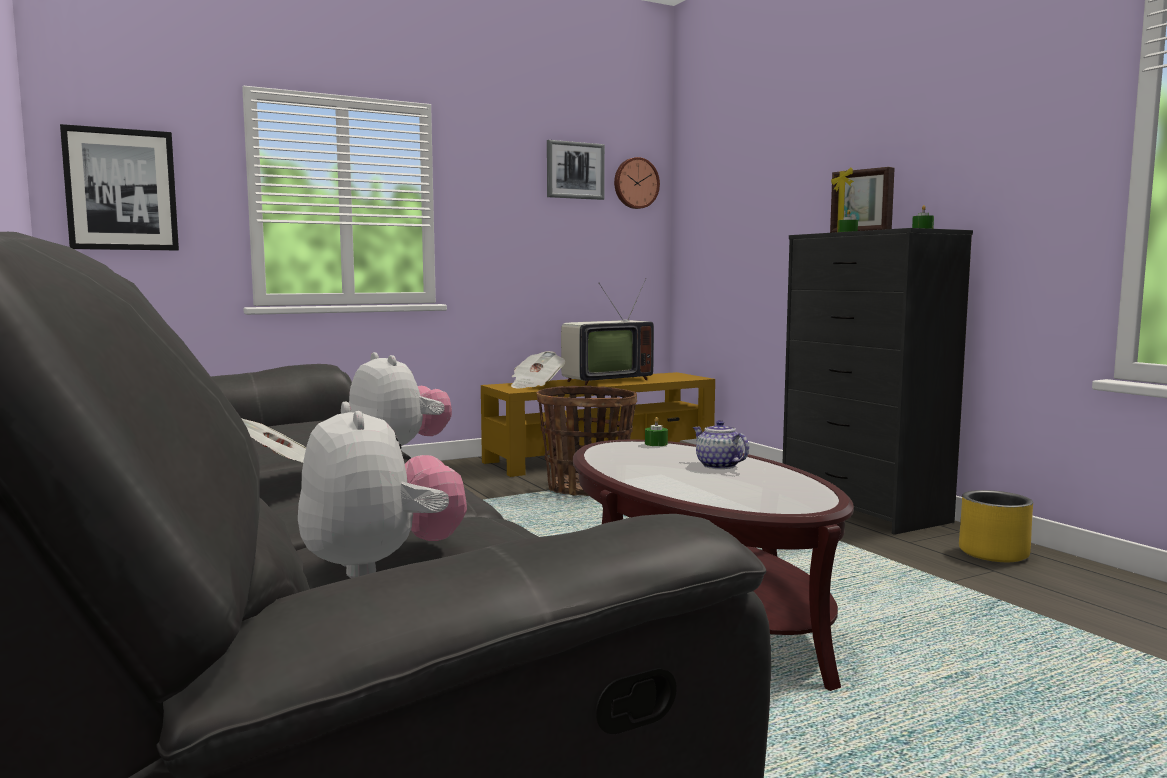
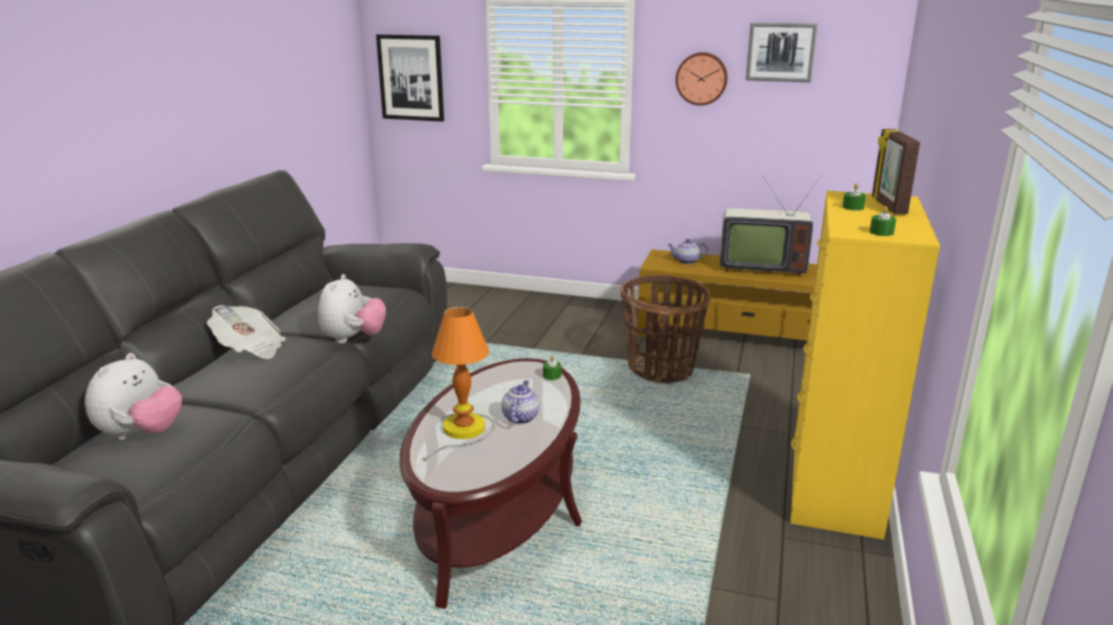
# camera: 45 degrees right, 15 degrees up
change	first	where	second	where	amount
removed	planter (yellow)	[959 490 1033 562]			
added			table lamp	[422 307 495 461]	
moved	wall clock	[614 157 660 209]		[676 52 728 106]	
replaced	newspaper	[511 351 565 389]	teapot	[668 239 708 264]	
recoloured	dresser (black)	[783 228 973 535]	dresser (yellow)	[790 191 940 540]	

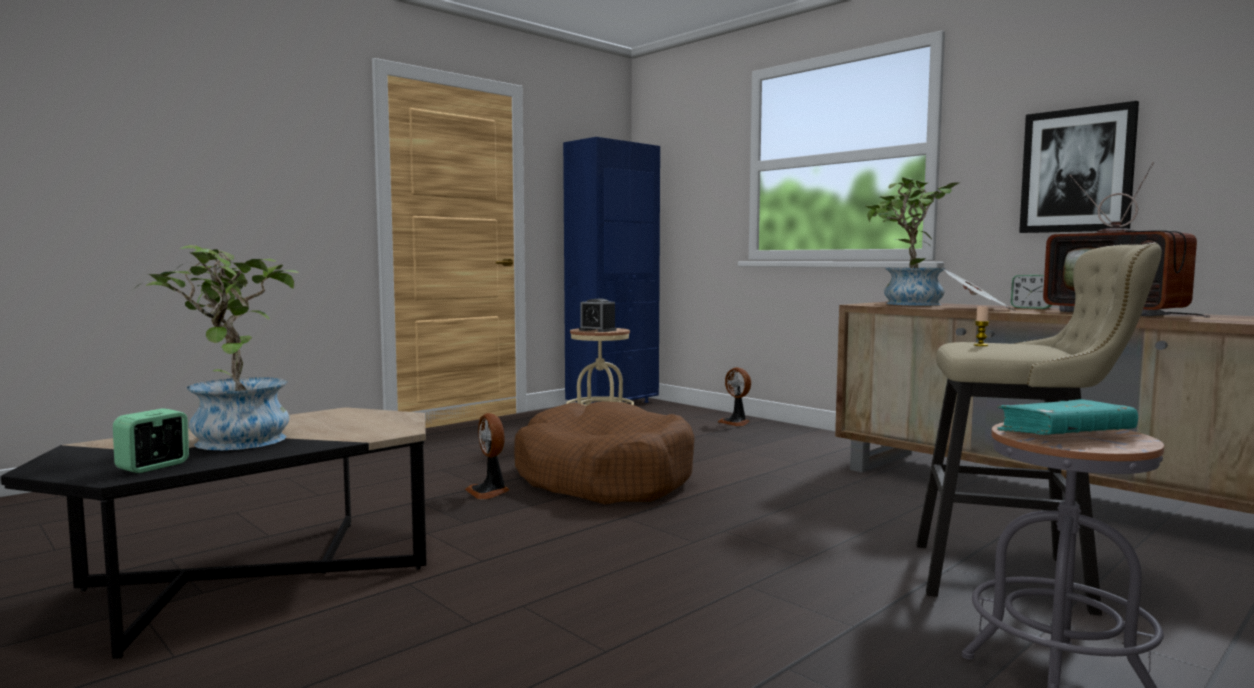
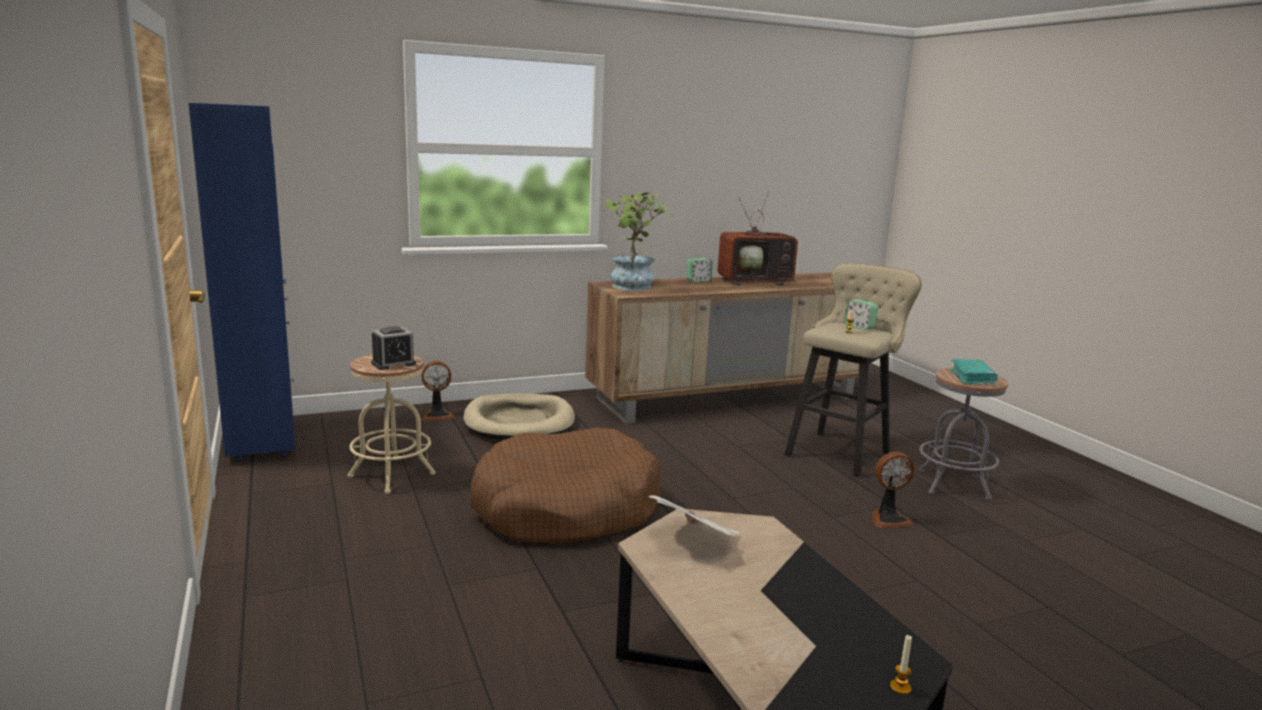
# camera: 70 degrees left, 10 degrees up
change	first	where	second	where	amount
removed	potted plant	[133 245 299 450]			
removed	picture	[1019 101 1139 233]			
added			dog bed (beige)	[463 393 575 439]	
added			candle	[890 635 912 694]	
moved	alarm clock	[113 408 189 473]		[844 299 878 330]	
moved	fan	[465 413 509 499]		[873 452 914 528]	
moved	newspaper	[939 268 1016 311]		[649 495 740 537]	

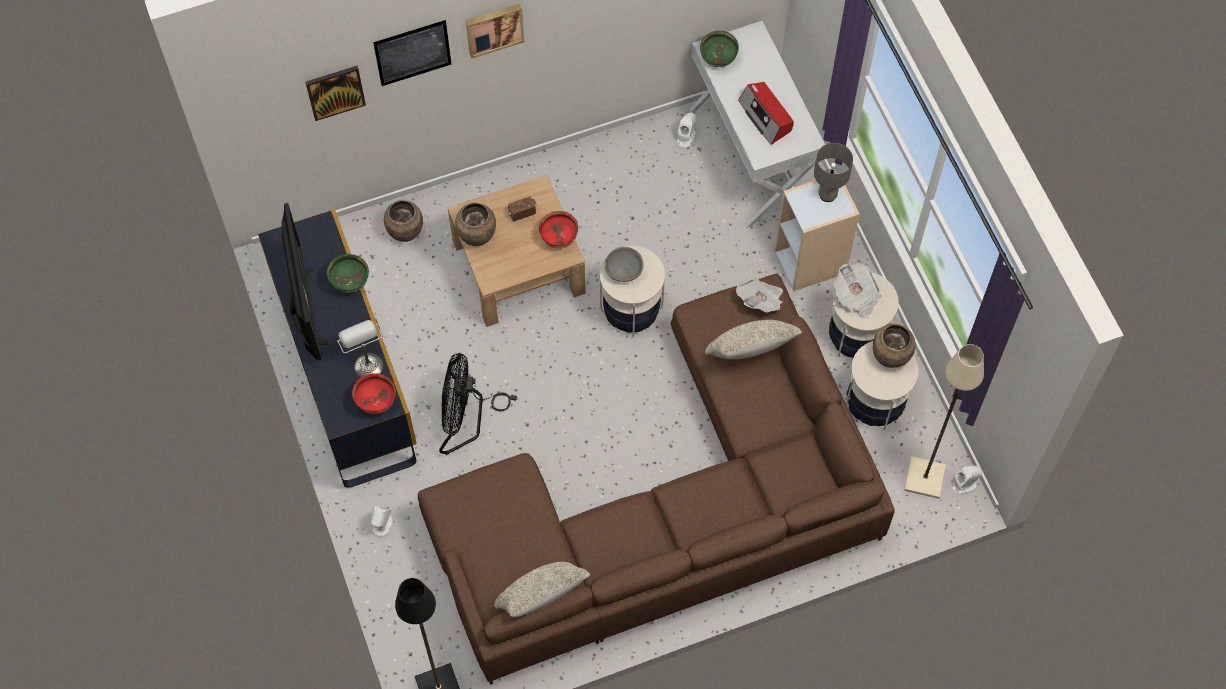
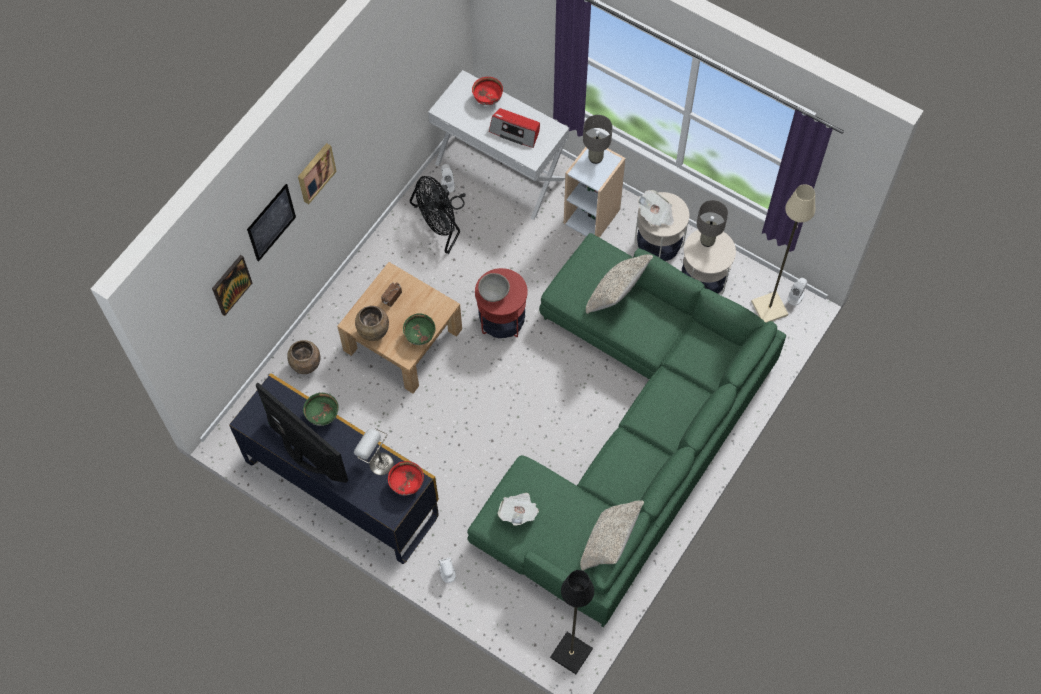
# camera: 35 degrees left, 0 degrees up
change	first	where	second	where	amount
moved	fan (black)	[439 353 518 455]		[410 176 465 254]	
moved	bowl (red)	[539 211 578 248]		[472 77 503 105]	
moved	bowl (green)	[700 31 739 67]		[403 313 435 345]	
moved	newspaper	[736 278 783 313]		[497 493 539 525]	
replaced	vase (brown)	[873 324 915 368]	table lamp (grey)	[697 200 728 247]	
recoloured	sofa (brown)	[418 274 895 685]	sofa (green)	[467 233 786 627]	
recoloured	side table (beige)	[600 246 665 337]	side table (red)	[475 268 528 338]	

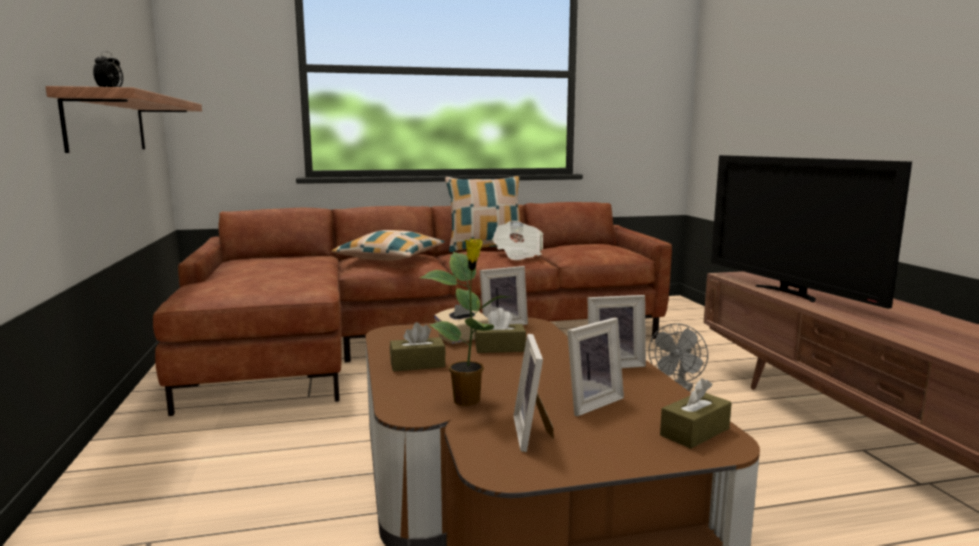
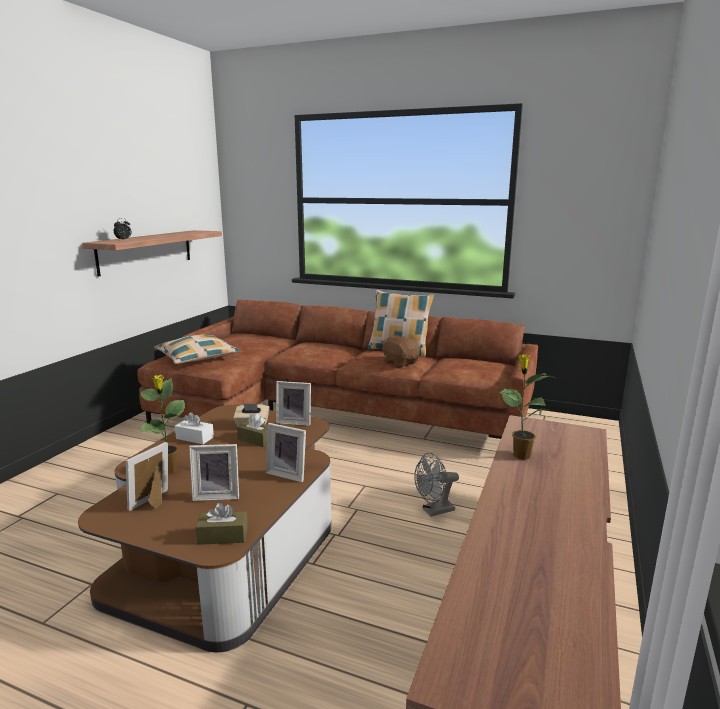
# camera: 35 degrees right, 5 degrees up
change	first	where	second	where	amount
moved	pillow	[331 230 445 260]		[154 334 240 364]	
replaced	newspaper	[492 221 543 260]	plush toy (brown)	[382 336 420 367]	
replaced	television	[711 155 912 309]	potted plant	[498 354 556 460]	
recoloured	tissue box (brown)	[390 322 446 372]	tissue box (white)	[175 412 214 444]	

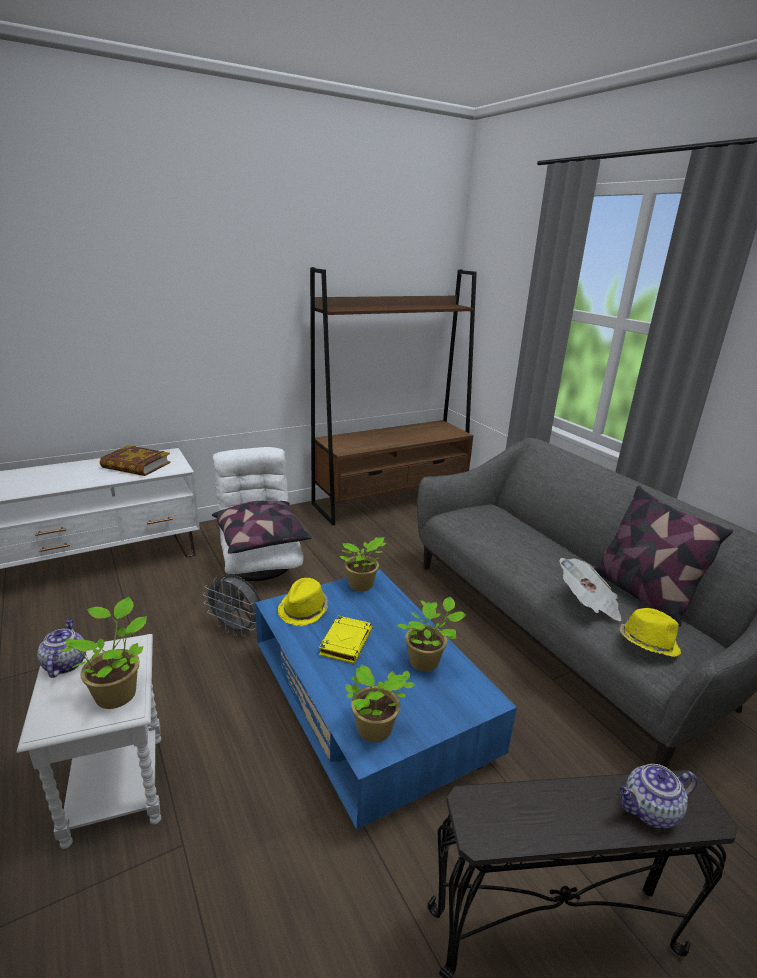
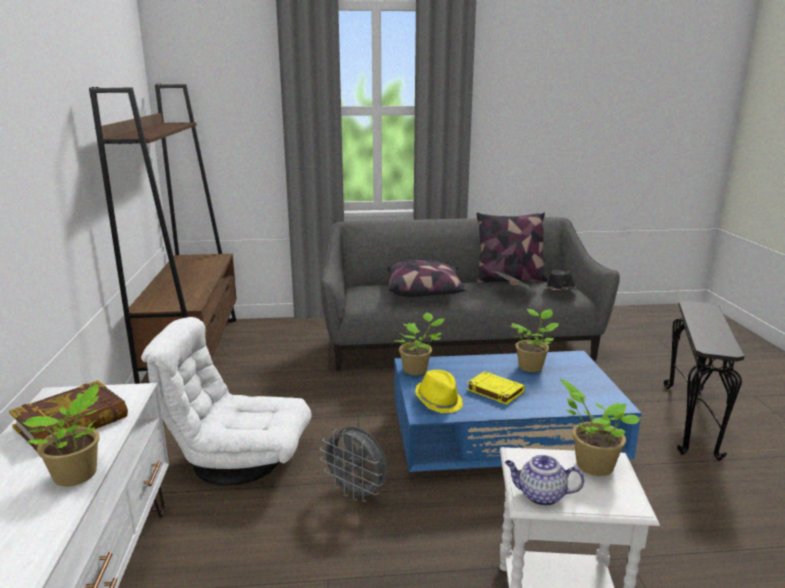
# camera: 65 degrees left, 5 degrees down
change	first	where	second	where	amount
removed	teapot	[619 764 697 829]			
moved	pillow	[212 501 312 553]		[387 260 466 297]	
moved	potted plant	[345 665 415 743]		[21 385 100 487]	
recoloured	hat (yellow)	[620 608 681 657]	hat (black)	[544 270 578 290]	
turned	fan (grey)	[203 574 261 637]		[320 427 388 502]	75 degrees clockwise

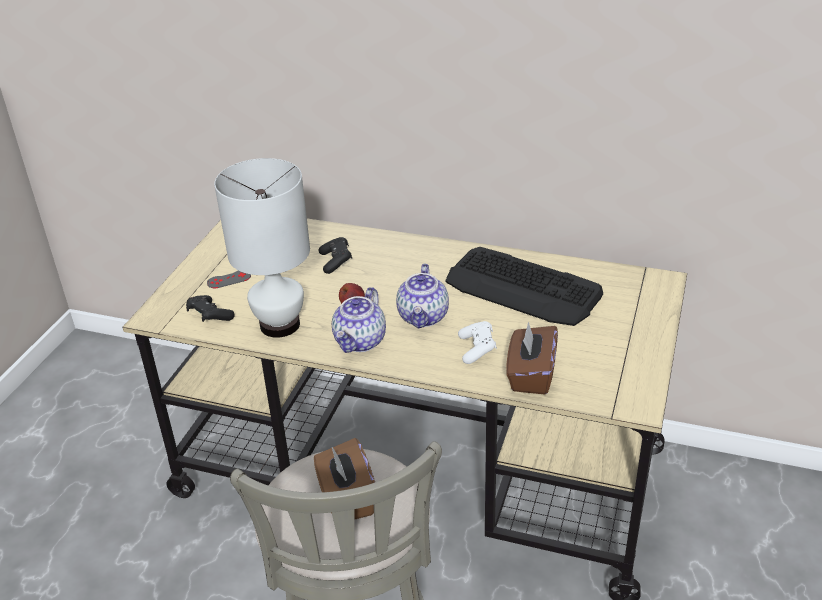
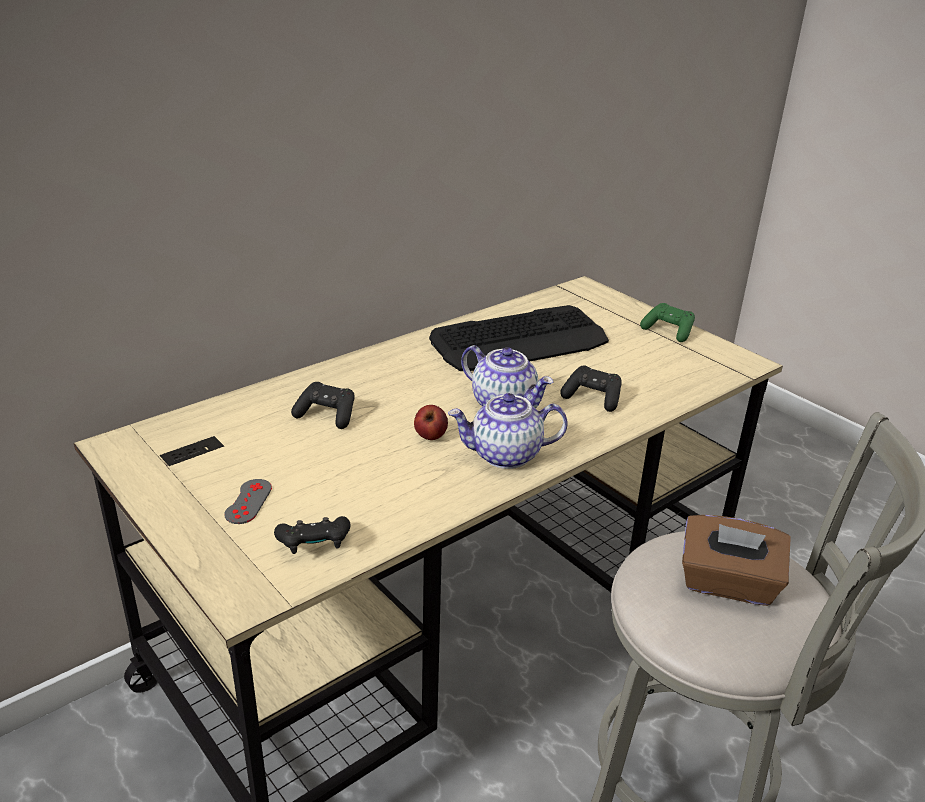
# camera: 60 degrees left, 5 degrees down
change	first	where	second	where	amount
removed	table lamp (white)	[214 158 310 338]			
removed	tissue box (brown)	[506 322 558 394]			
added			game controller (green)	[640 303 695 342]	
recoloured	game controller (white)	[458 321 497 364]	game controller (black)	[560 366 622 412]	
turned	teapot	[332 287 386 353]		[448 393 568 469]	120 degrees clockwise

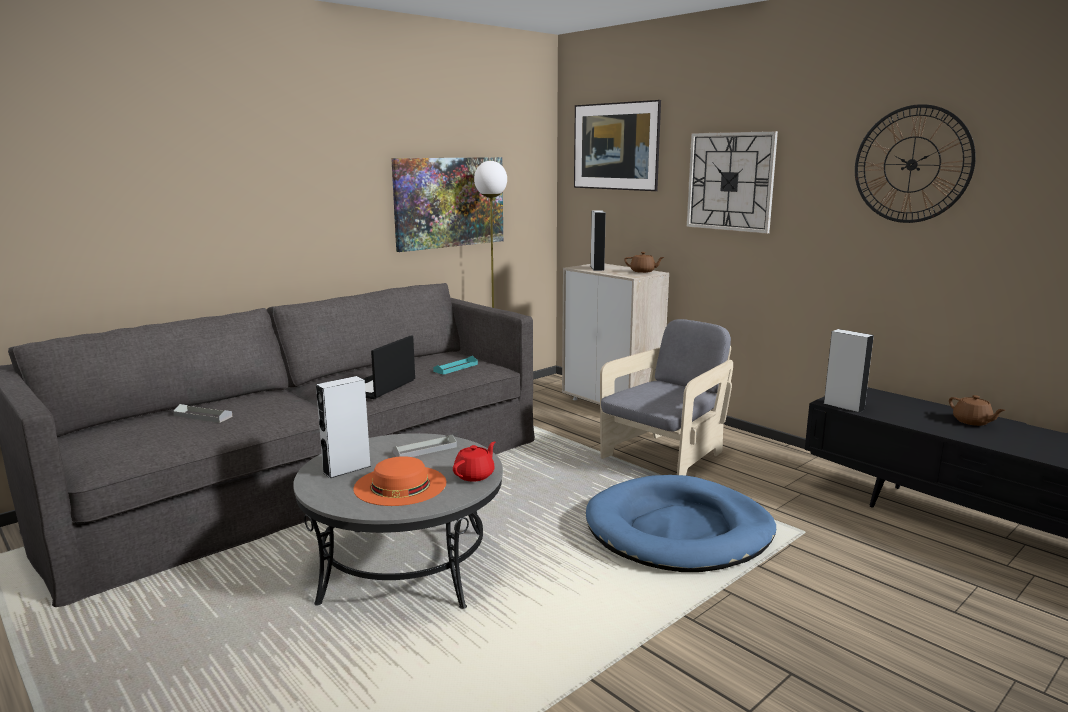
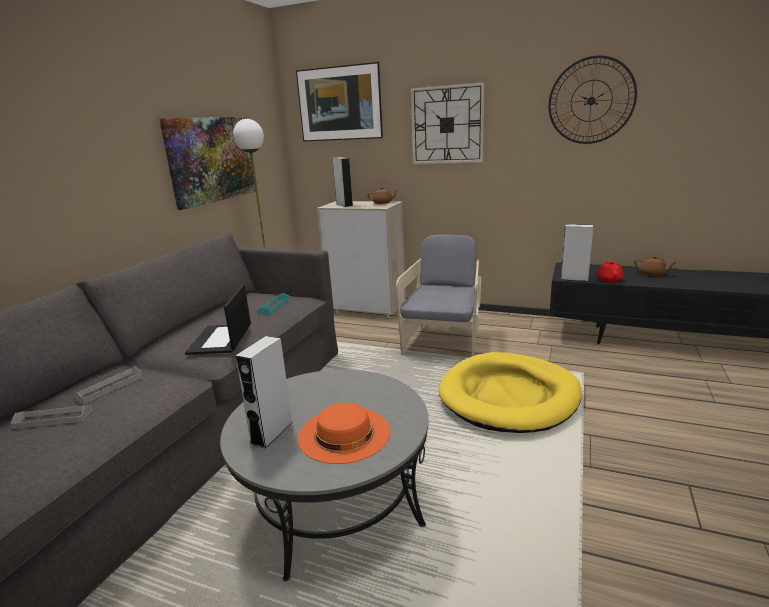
# camera: 25 degrees left, 5 degrees up
change	first	where	second	where	amount
moved	tray (grey)	[393 434 457 457]		[73 366 142 404]	
moved	teapot (red)	[453 441 495 482]		[597 260 624 282]	
recoloured	dog bed (blue)	[586 475 776 572]	dog bed (yellow)	[439 352 582 433]	

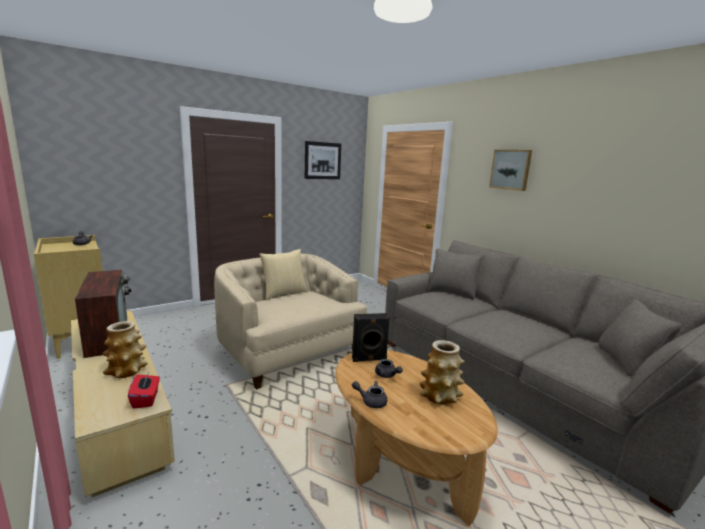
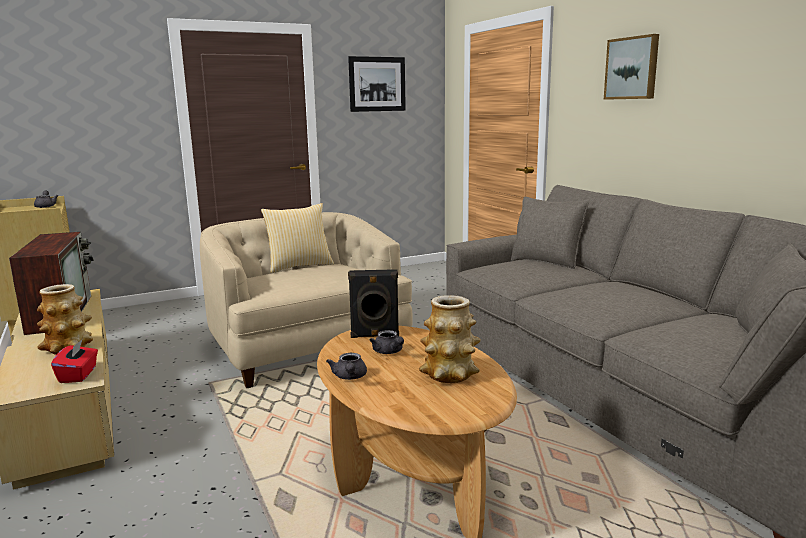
# camera: 10 degrees right, 0 degrees up
change	first	where	second	where	amount
turned	teapot (grey)	[352 381 387 408]		[326 353 367 380]	120 degrees counterclockwise

